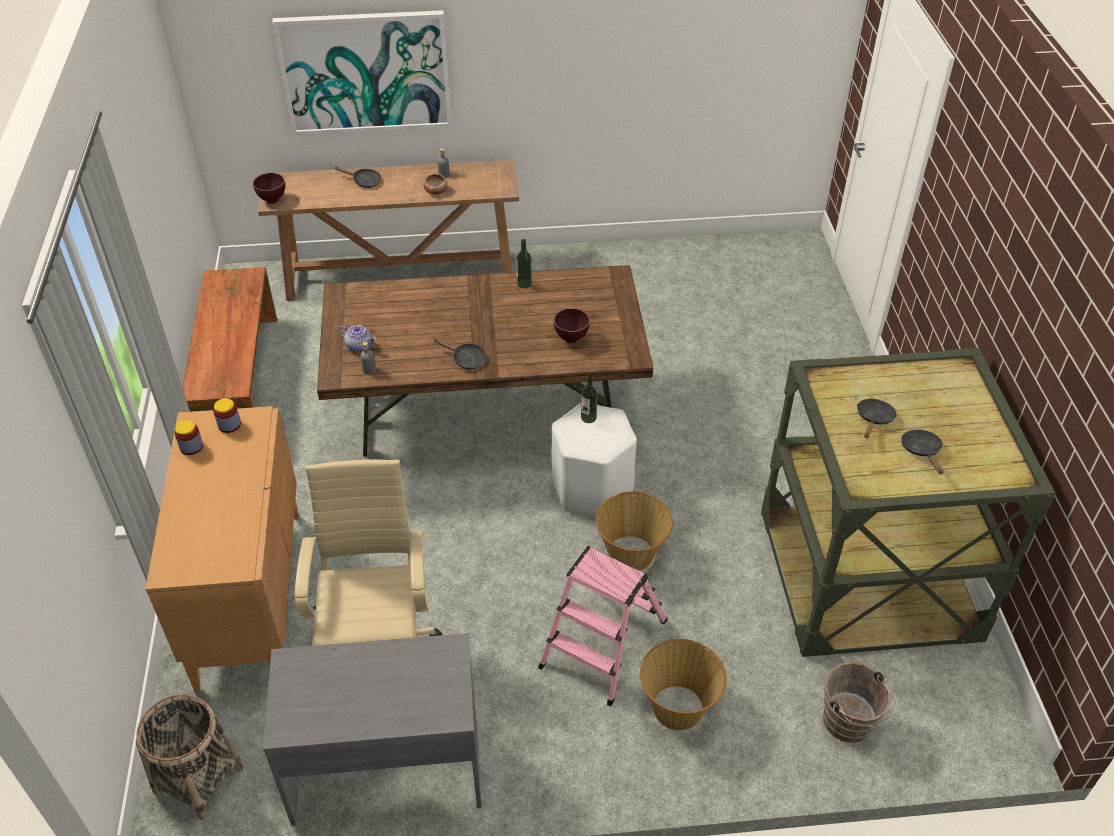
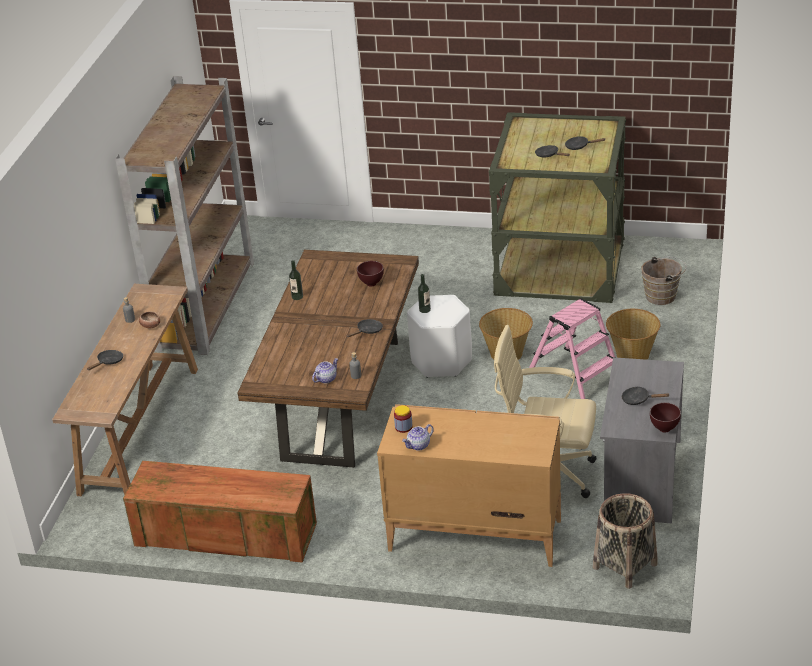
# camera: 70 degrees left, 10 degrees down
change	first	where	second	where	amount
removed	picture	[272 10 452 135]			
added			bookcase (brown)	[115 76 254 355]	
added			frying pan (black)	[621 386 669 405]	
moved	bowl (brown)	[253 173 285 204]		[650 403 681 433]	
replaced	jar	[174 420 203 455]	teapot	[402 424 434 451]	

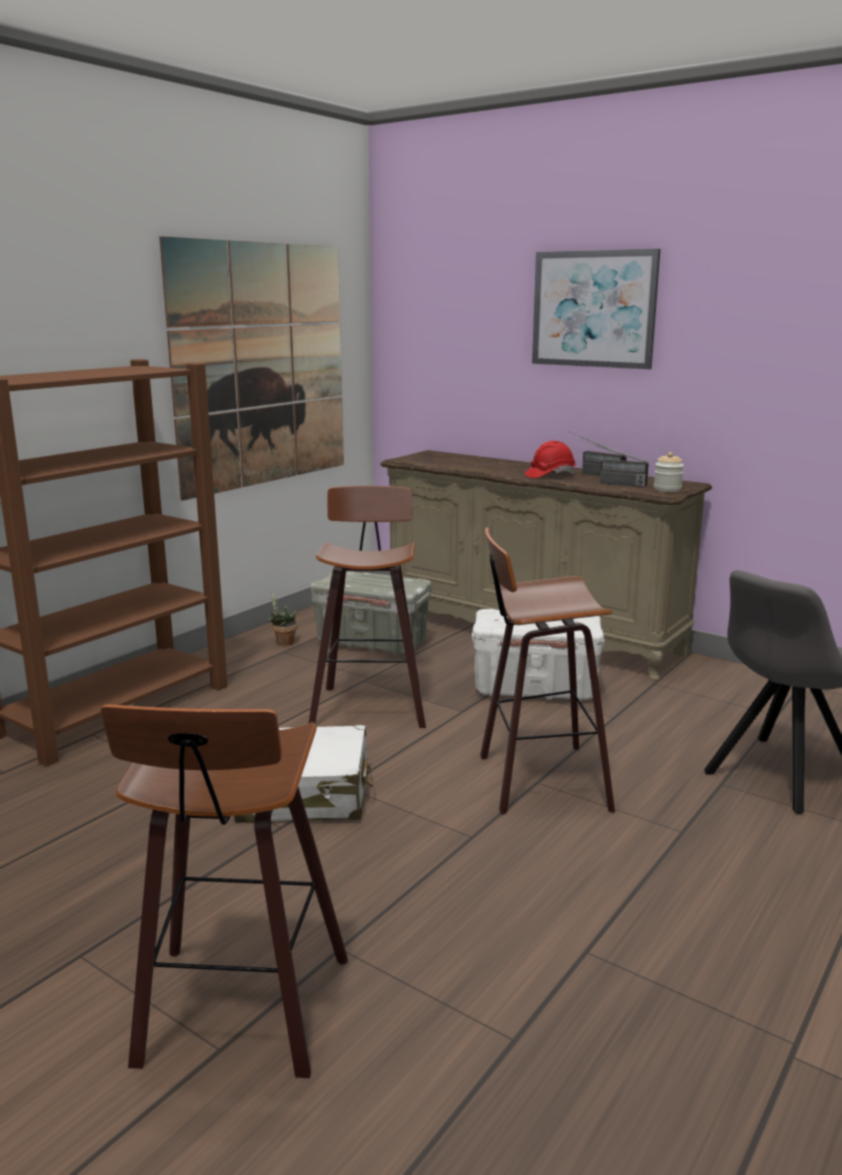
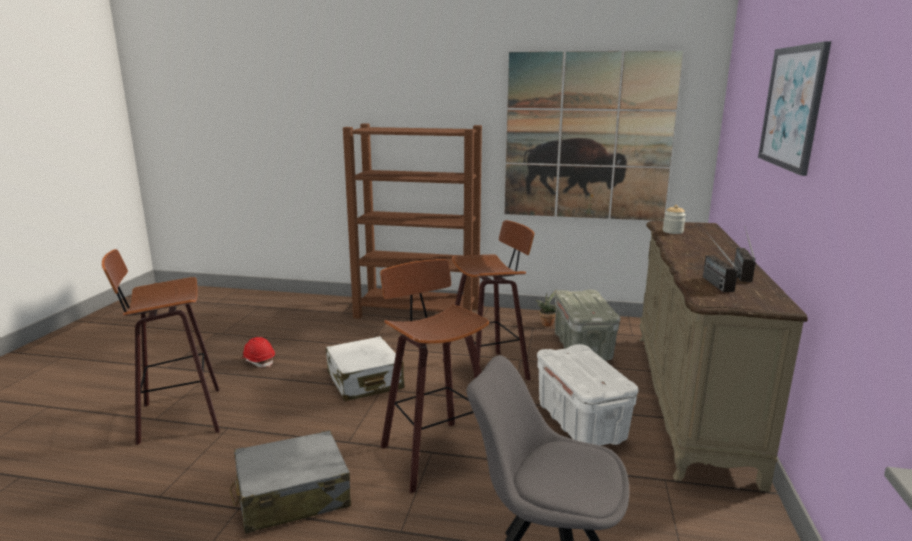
# camera: 65 degrees right, 0 degrees up
change	first	where	second	where	amount
added			suitcase (grey)	[230 430 351 534]	
moved	hard hat (red)	[525 441 576 478]		[242 337 275 367]	
moved	jar	[654 452 684 492]		[663 205 686 234]	

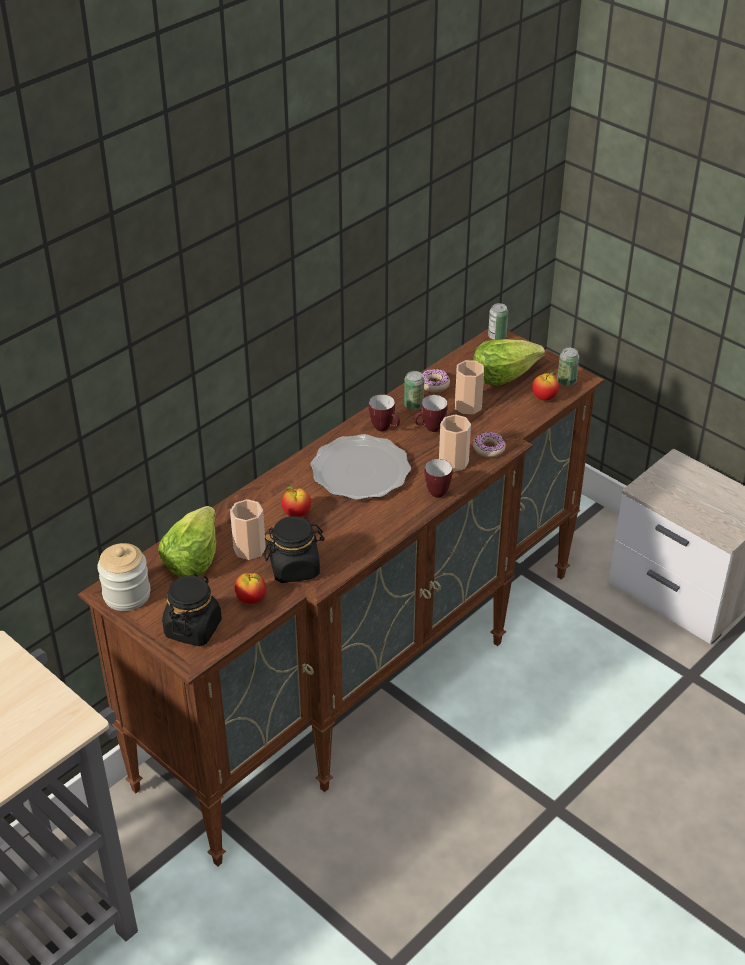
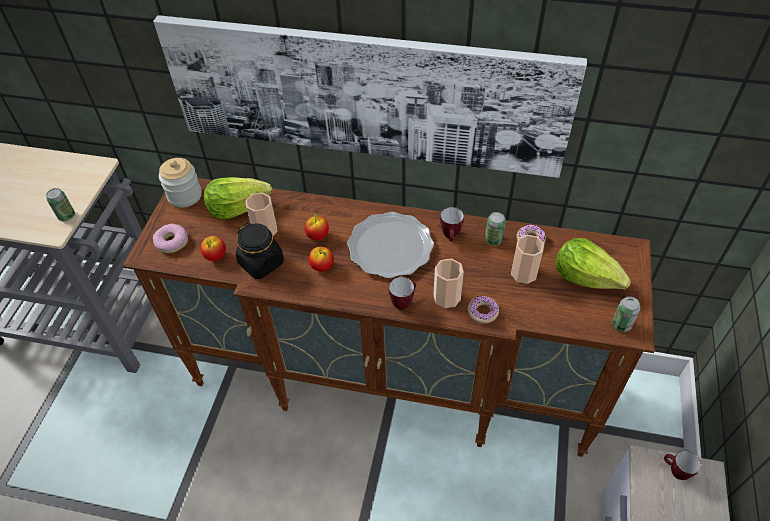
# camera: 60 degrees right, 10 degrees up
change	first	where	second	where	amount
added			picture	[153 15 587 178]	
moved	mug	[414 395 448 432]		[664 450 701 480]	
moved	can	[488 303 508 340]		[46 188 75 221]	
moved	apple	[532 372 559 401]		[309 247 334 272]	
replaced	jar (black)	[162 574 222 646]	donut	[153 224 188 253]	

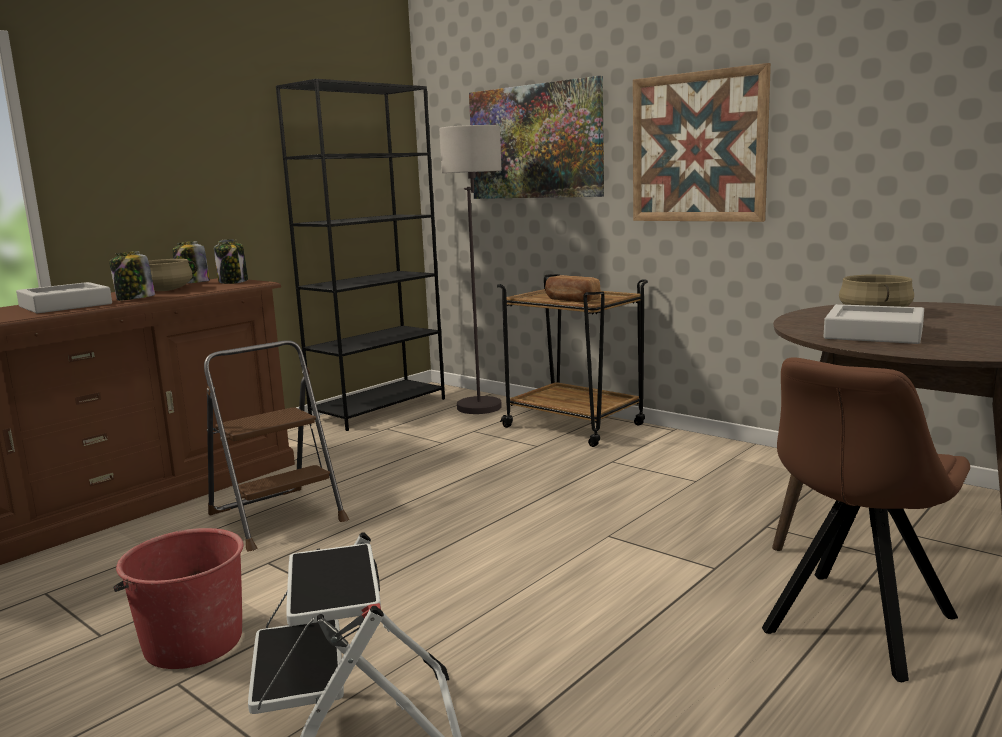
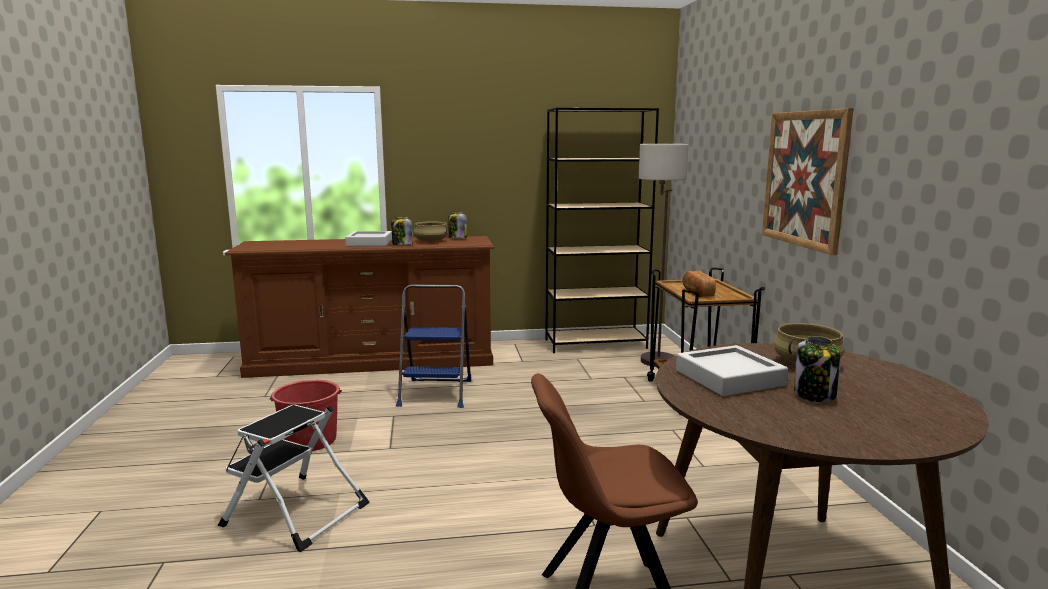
# camera: 40 degrees right, 0 degrees up
change	first	where	second	where	amount
removed	picture	[469 76 604 199]			
moved	jar	[214 239 248 284]		[794 336 840 402]	
recoloured	step ladder (brown)	[204 340 349 552]	step ladder (blue)	[396 284 471 408]	
recoloured	bookcase (black)	[276 79 445 431]	bookcase (beige)	[545 108 659 353]	

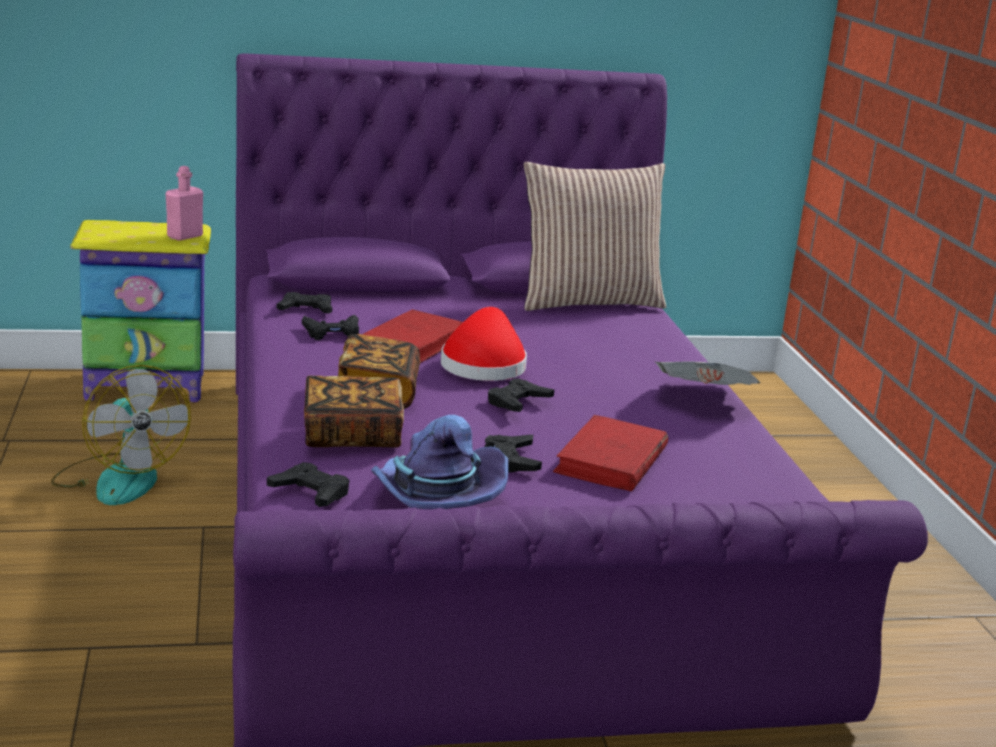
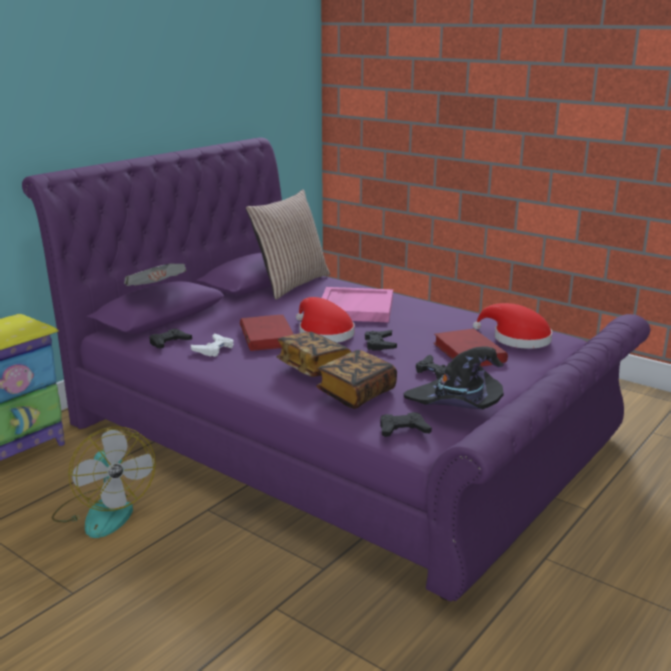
# camera: 40 degrees left, 0 degrees up
change	first	where	second	where	amount
removed	bottle (pink)	[165 166 203 241]			
added			tray (pink)	[322 287 393 323]	
added			hat (red)	[473 303 552 349]	
moved	newspaper	[655 362 760 385]		[124 263 187 286]	
recoloured	game controller (black)	[302 315 359 340]	game controller (white)	[191 333 234 357]	
recoloured	hat (purple)	[371 415 509 509]	hat (black)	[404 346 504 409]	
turned	fan	[51 365 191 505]		[52 427 156 538]	45 degrees clockwise

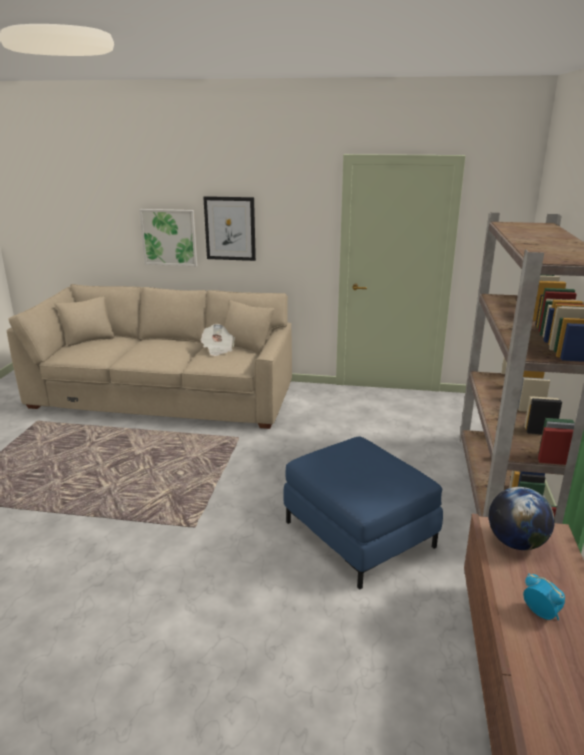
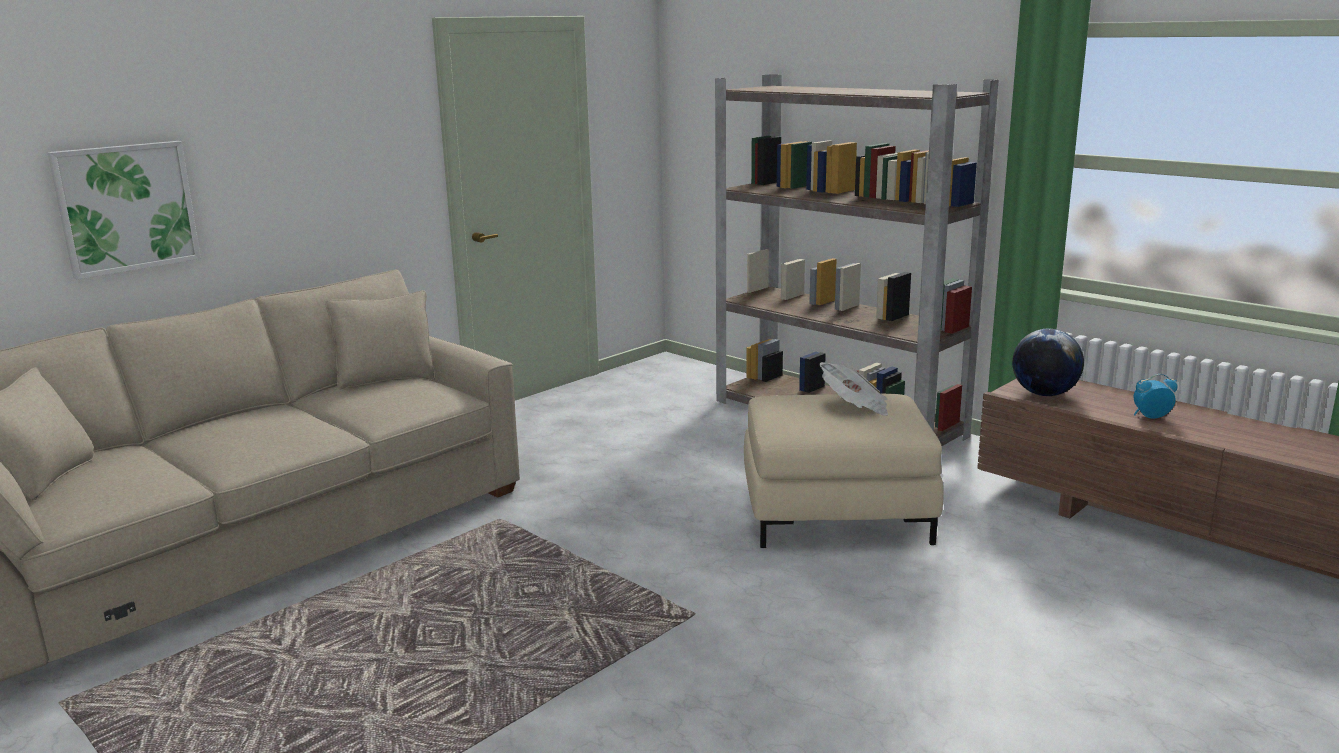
# camera: 55 degrees left, 5 degrees down
change	first	where	second	where	amount
removed	picture	[203 196 256 261]			
moved	newspaper	[200 324 235 356]		[819 362 888 416]	
recoloured	ottoman (blue)	[283 437 443 589]	ottoman (beige)	[744 393 944 548]	

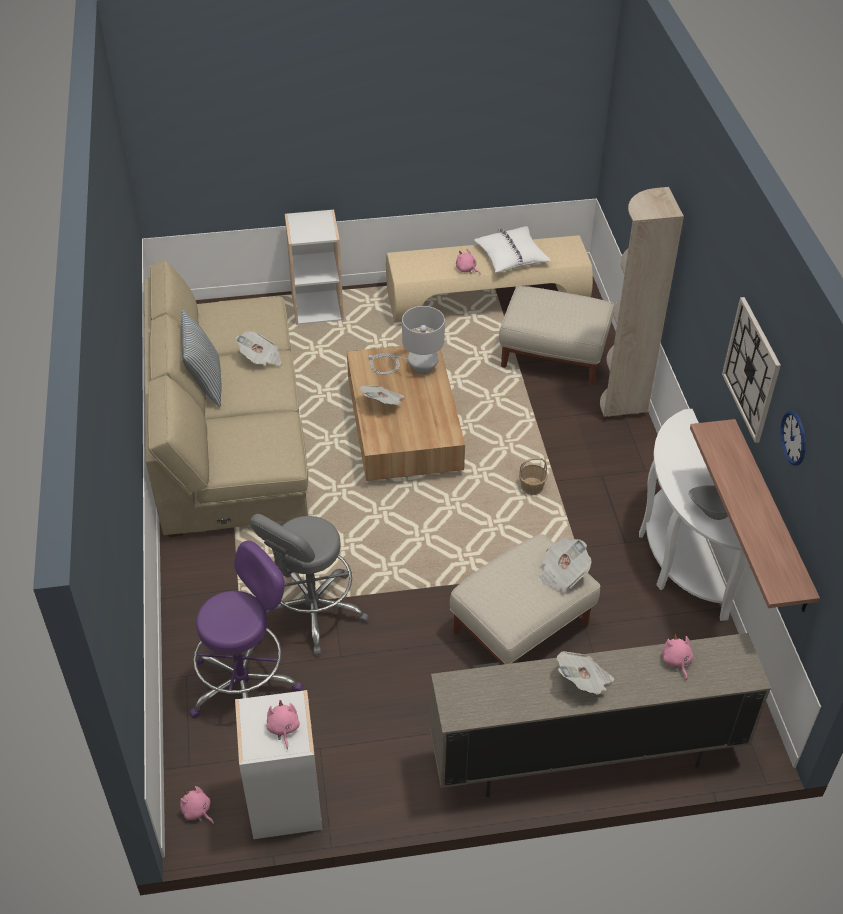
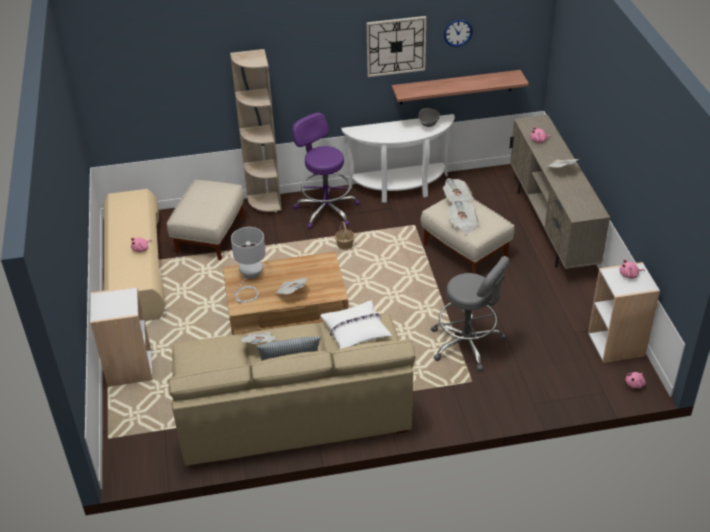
# camera: 90 degrees left, 5 degrees down
change	first	where	second	where	amount
added			newspaper	[448 200 479 235]	
moved	stool (purple)	[189 541 303 719]		[292 112 360 229]	
moved	pillow (white)	[474 226 551 273]		[320 300 392 349]	

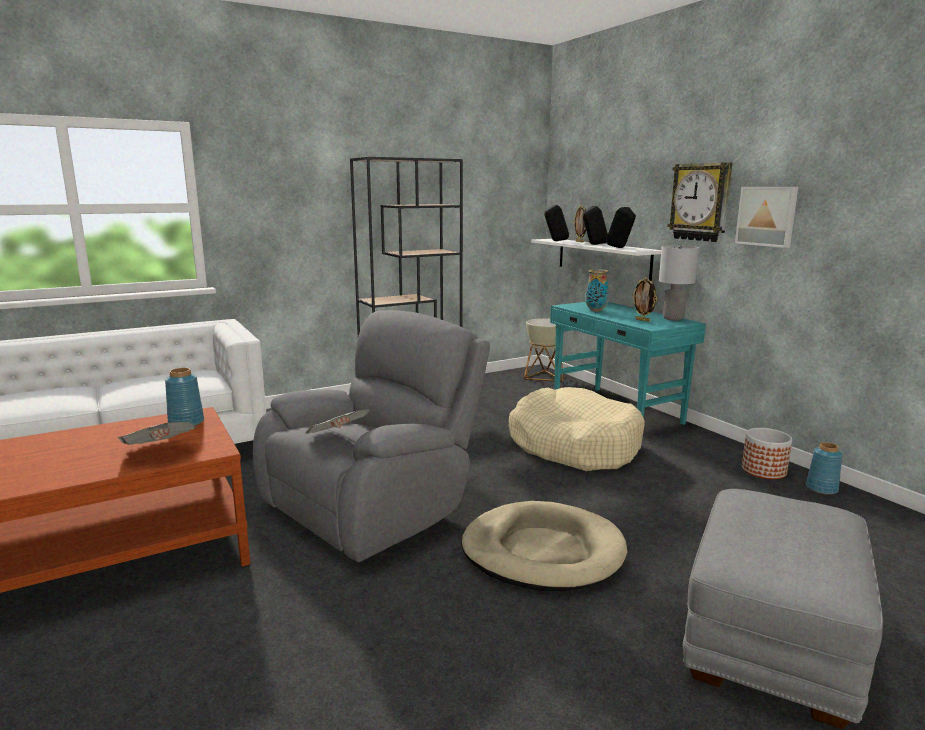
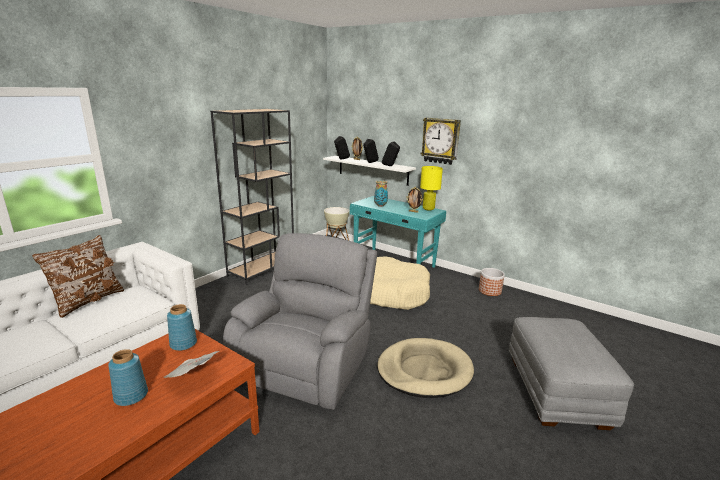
# camera: 25 degrees left, 5 degrees up
change	first	where	second	where	amount
removed	newspaper	[305 409 370 434]			
removed	picture	[735 187 798 248]			
added			pillow (brown)	[32 235 124 318]	
moved	vase (blue)	[806 442 842 495]		[108 349 148 406]	
recoloured	table lamp (grey)	[659 245 699 321]	table lamp (yellow)	[420 166 443 210]	

